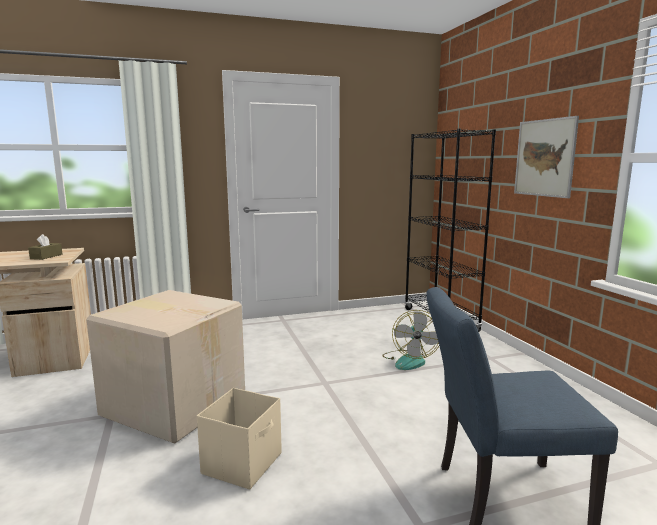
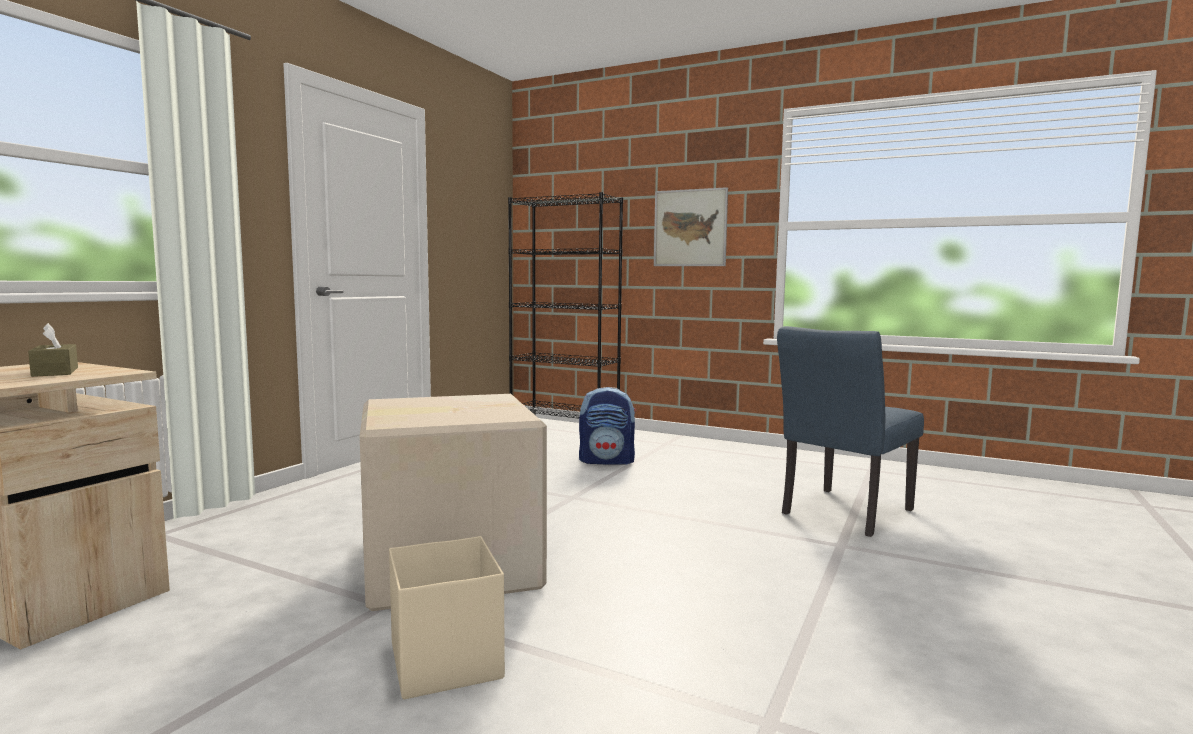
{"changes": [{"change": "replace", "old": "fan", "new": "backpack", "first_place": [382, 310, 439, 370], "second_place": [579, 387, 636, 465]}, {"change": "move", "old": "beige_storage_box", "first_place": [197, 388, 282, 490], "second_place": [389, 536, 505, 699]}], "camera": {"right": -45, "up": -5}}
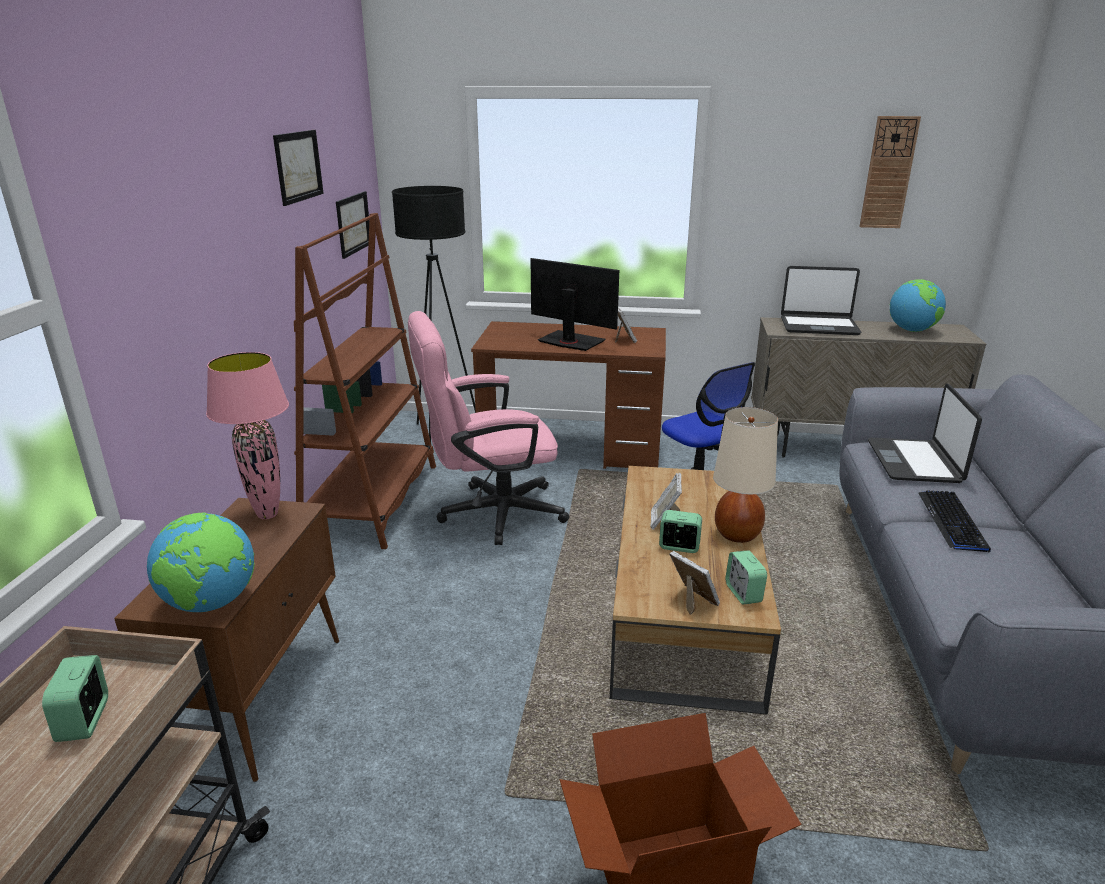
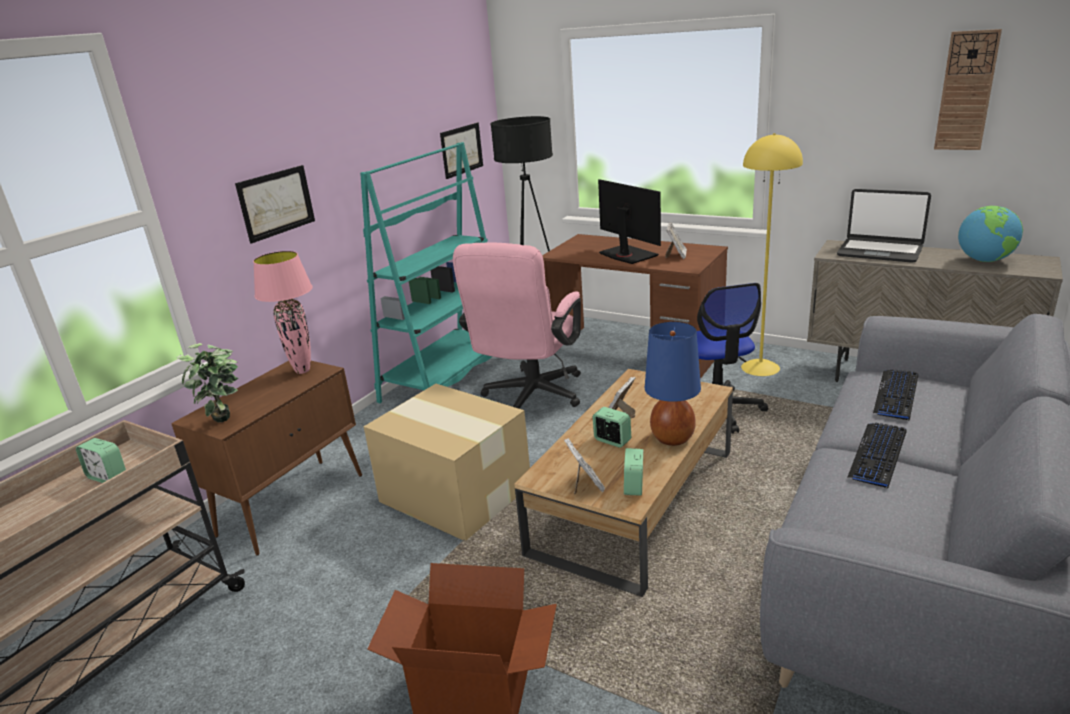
{"changes": [{"change": "move", "old": "picture", "first_place": [273, 130, 324, 206], "second_place": [235, 165, 315, 244]}, {"change": "recolor", "old": "brown_bookcase", "new": "turquoise_bookcase", "first_place": [294, 213, 436, 549], "second_place": [360, 142, 492, 404]}, {"change": "rotate", "old": "pink_office_chair", "first_place": [408, 311, 569, 545], "second_place": [453, 243, 581, 409], "degrees": -75}, {"change": "replace", "old": "laptop", "new": "keyboard", "first_place": [868, 383, 982, 483], "second_place": [873, 369, 918, 421]}, {"change": "recolor", "old": "beige_table_lamp", "new": "blue_table_lamp", "first_place": [713, 407, 778, 543], "second_place": [645, 322, 701, 446]}, {"change": "replace", "old": "globe", "new": "potted_plant", "first_place": [147, 513, 255, 612], "second_place": [176, 343, 239, 422]}, {"change": "rotate", "old": "alarm_clock", "first_place": [42, 655, 108, 742], "second_place": [76, 438, 126, 483], "degrees": -75}, {"change": "insert", "new": "yellow_floor_lamp", "second_place": [741, 133, 803, 376]}, {"change": "insert", "new": "cardboard_box", "second_place": [363, 384, 530, 540]}], "camera": {"right": 25, "up": 0}}
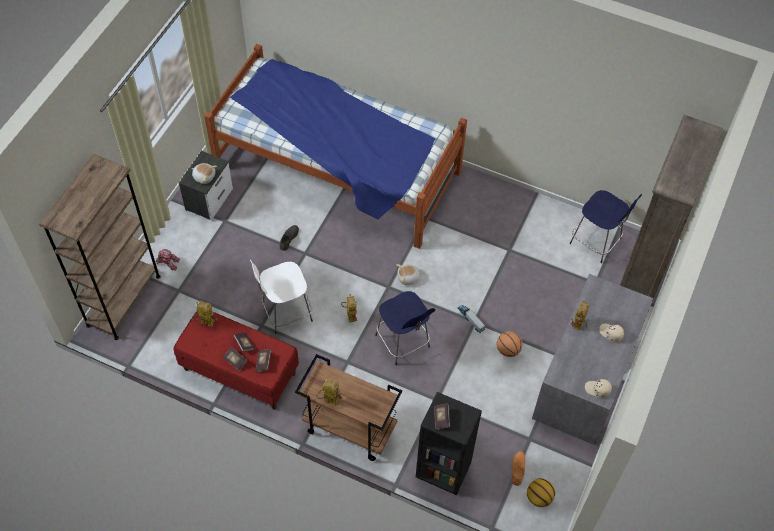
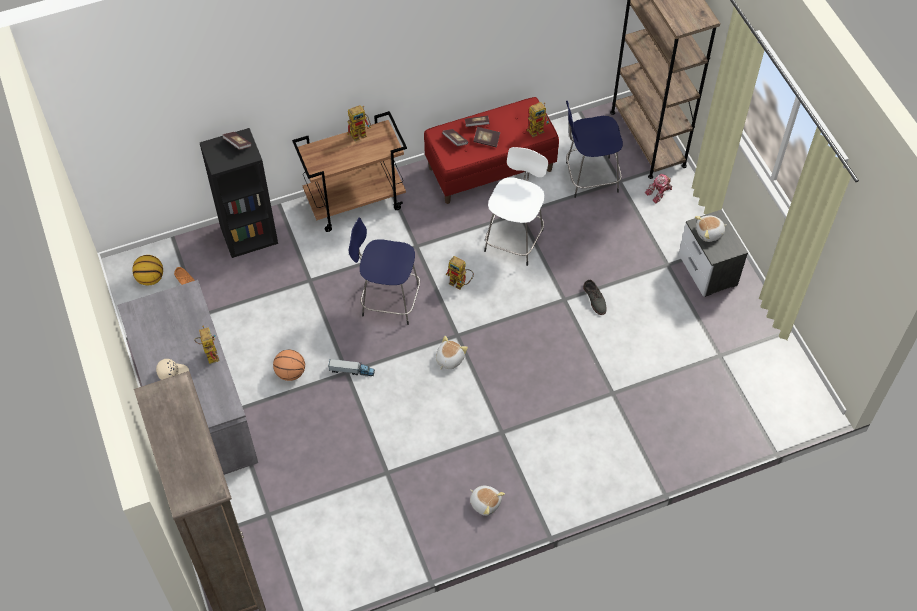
{"changes": [{"change": "delete", "old": "bed", "first_place": [204, 44, 467, 249]}, {"change": "move", "old": "blue_stool", "first_place": [570, 190, 642, 263], "second_place": [566, 101, 623, 198]}, {"change": "delete", "old": "beige_cap", "first_place": [585, 379, 612, 398]}, {"change": "insert", "new": "plush_toy", "second_place": [470, 486, 505, 516]}], "camera": {"right": 135, "up": 0}}
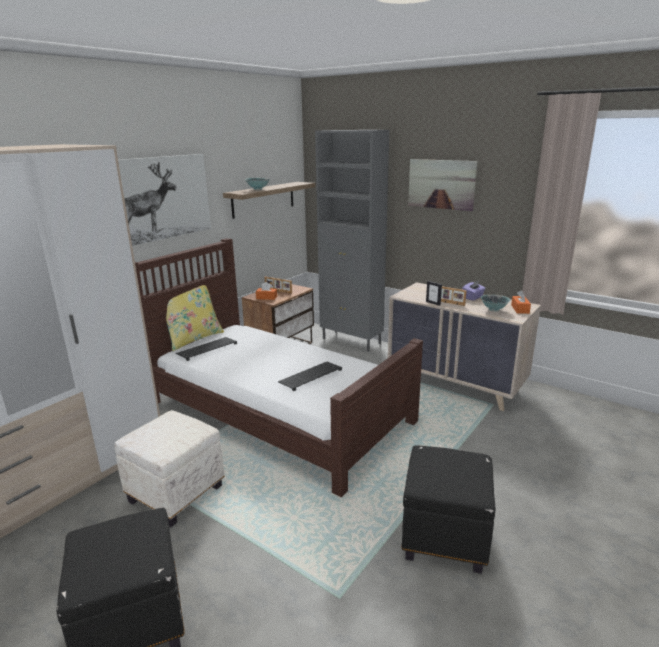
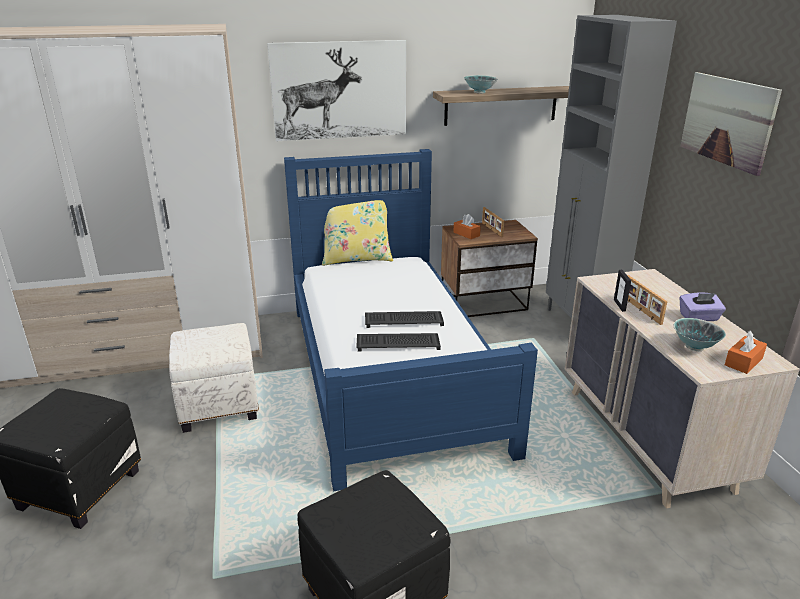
{"changes": [{"change": "recolor", "old": "brown_bed", "new": "blue_bed", "first_place": [135, 238, 423, 498], "second_place": [284, 149, 538, 492]}, {"change": "move", "old": "keyboard", "first_place": [176, 337, 237, 361], "second_place": [365, 311, 444, 328]}], "camera": {"right": 40, "up": 5}}
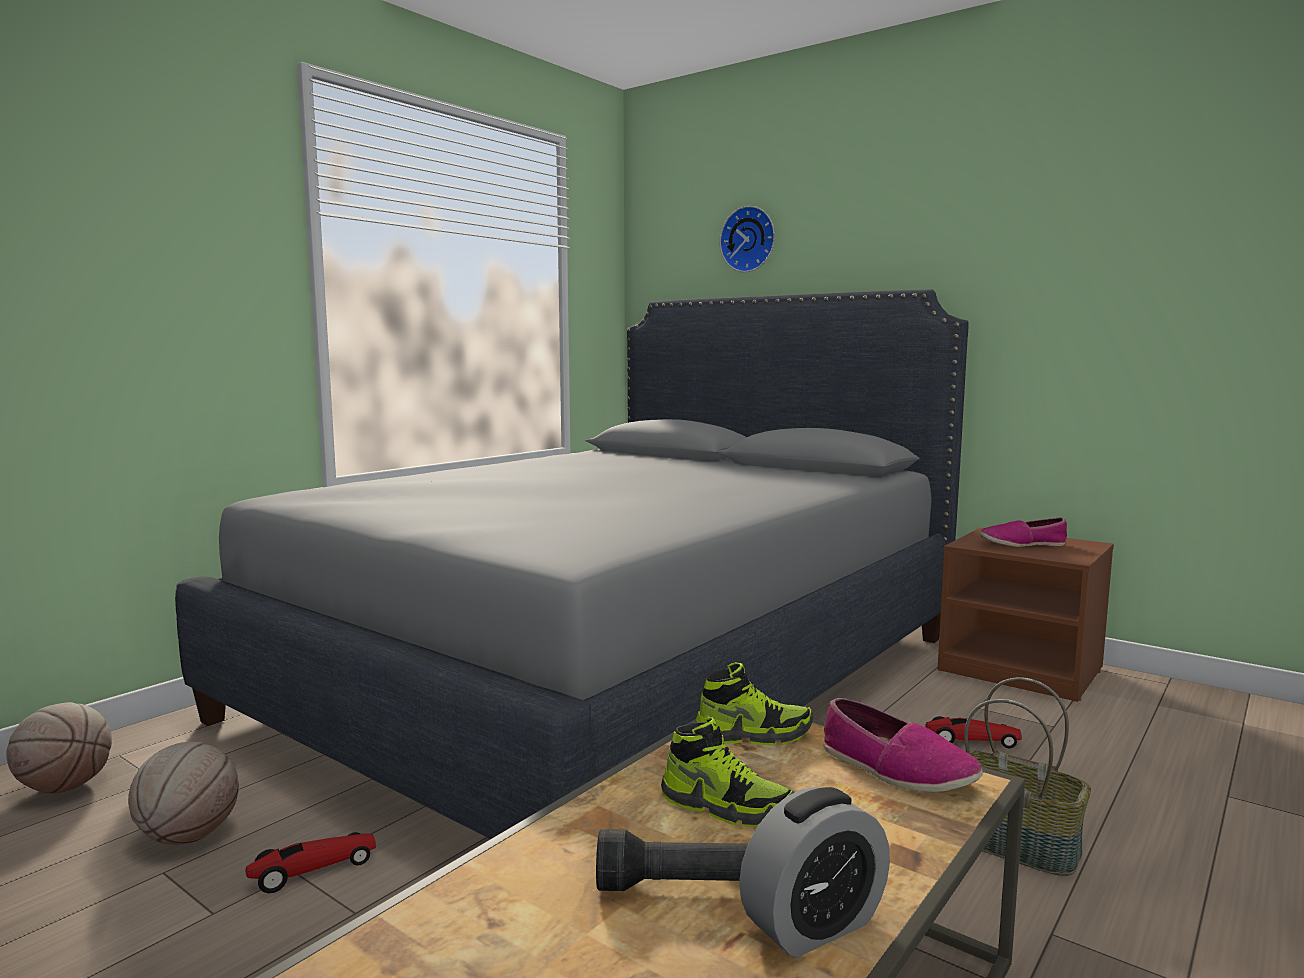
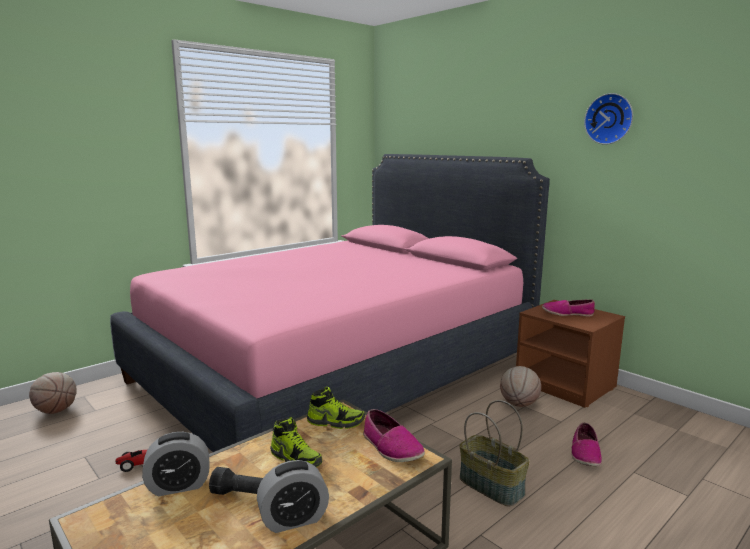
{"changes": [{"change": "move", "old": "wall_clock", "first_place": [720, 206, 775, 272], "second_place": [584, 93, 633, 145]}, {"change": "recolor", "old": "grey_bed", "new": "pink_bed", "first_place": [175, 289, 969, 839], "second_place": [110, 154, 550, 452]}, {"change": "delete", "old": "toy_car", "first_place": [925, 716, 1022, 748]}, {"change": "move", "old": "basketball", "first_place": [128, 742, 239, 845], "second_place": [500, 366, 541, 407]}, {"change": "insert", "new": "shoe", "second_place": [571, 422, 602, 467]}, {"change": "insert", "new": "alarm_clock", "second_place": [142, 432, 210, 496]}], "camera": {"right": 10, "up": 5}}
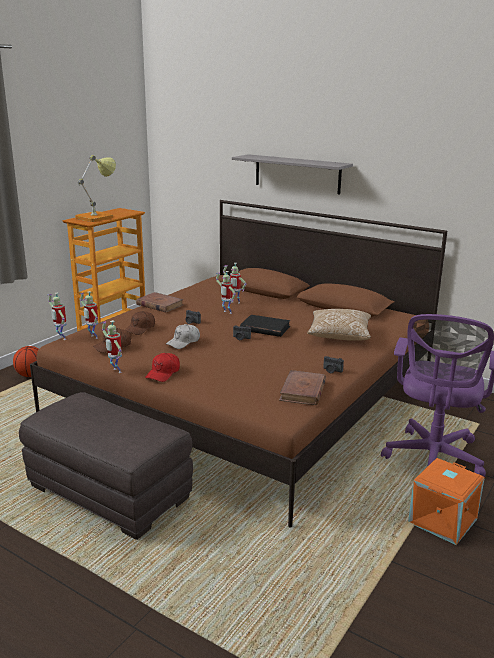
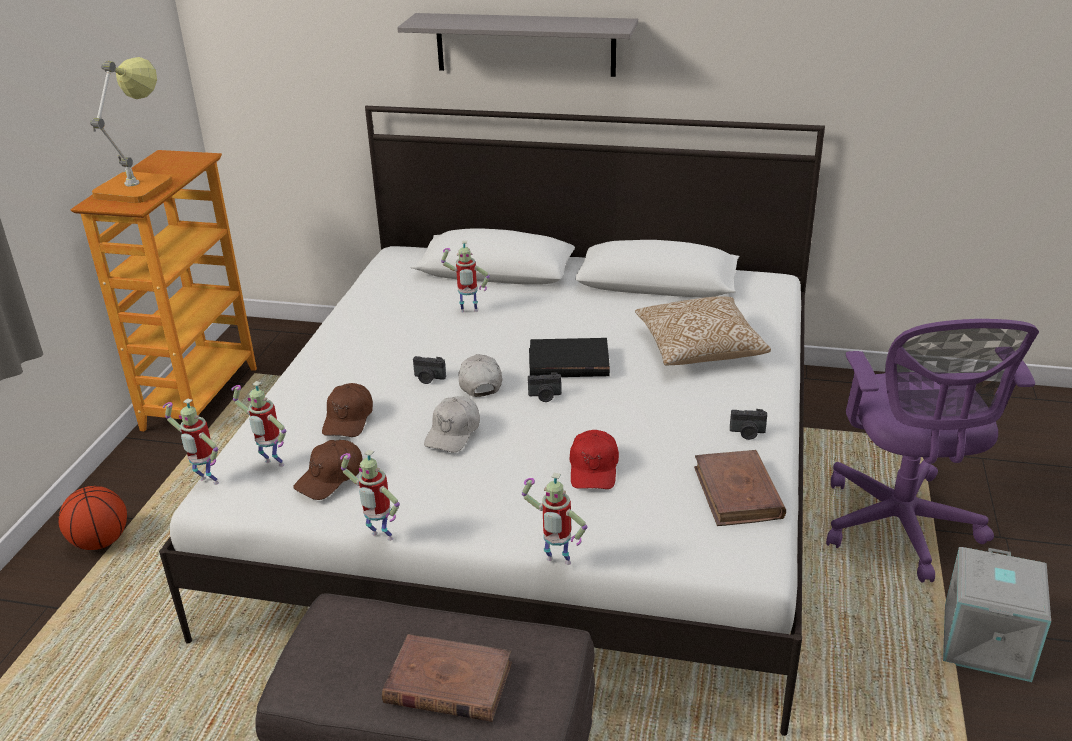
{"changes": [{"change": "recolor", "old": "brown_bed", "new": "white_bed", "first_place": [30, 200, 447, 528], "second_place": [159, 106, 825, 736]}, {"change": "move", "old": "toy_robot", "first_place": [216, 271, 236, 314], "second_place": [522, 473, 587, 565]}, {"change": "move", "old": "brown_book", "first_place": [136, 292, 184, 313], "second_place": [382, 634, 512, 722]}, {"change": "move", "old": "red_cap", "first_place": [145, 353, 180, 382], "second_place": [569, 430, 619, 489]}, {"change": "recolor", "old": "orange_storage_box", "new": "grey_storage_box", "first_place": [408, 458, 485, 545], "second_place": [943, 547, 1051, 682]}, {"change": "insert", "new": "white_cap", "second_place": [458, 354, 503, 397]}], "camera": {"right": -20, "up": 10}}
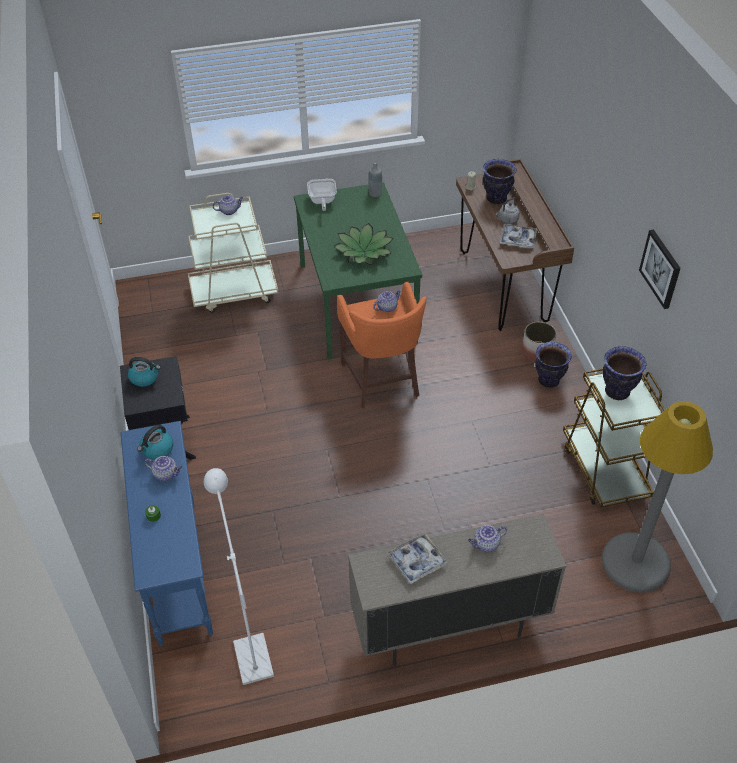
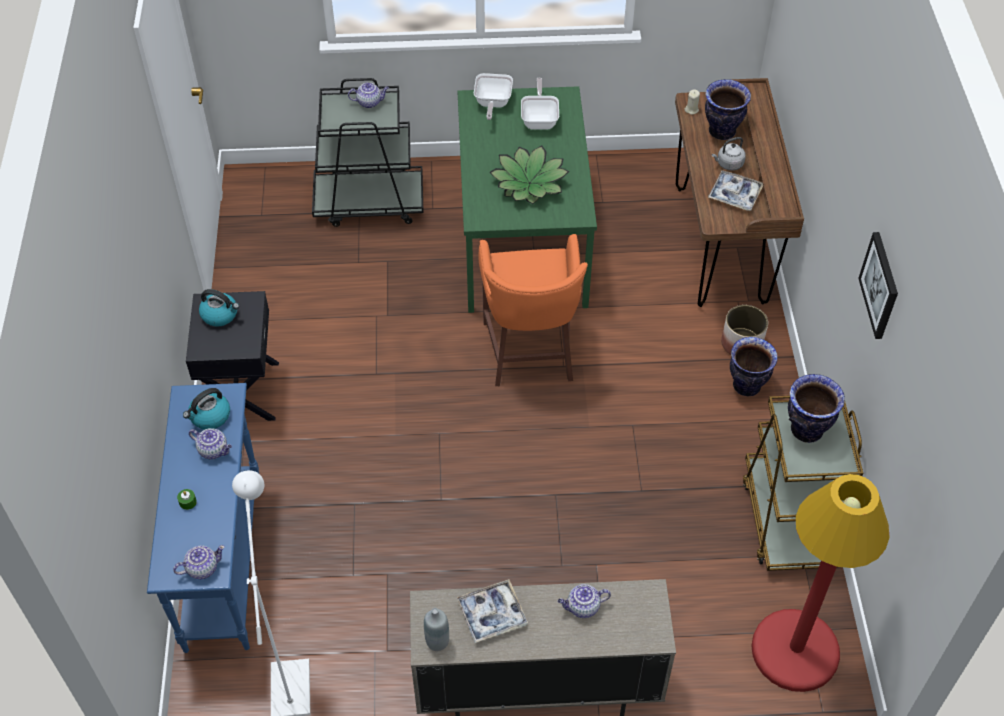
{"changes": [{"change": "move", "old": "grey_bottle", "first_place": [368, 162, 382, 197], "second_place": [424, 608, 449, 651]}, {"change": "recolor", "old": "beige_cart", "new": "black_cart", "first_place": [188, 193, 278, 313], "second_place": [312, 78, 424, 227]}, {"change": "move", "old": "teapot", "first_place": [373, 289, 401, 312], "second_place": [173, 545, 225, 579]}, {"change": "recolor", "old": "grey_floor_lamp", "new": "red_floor_lamp", "first_place": [602, 401, 713, 593], "second_place": [751, 474, 890, 692]}, {"change": "insert", "new": "frying_pan", "second_place": [521, 78, 559, 130]}], "camera": {"right": 10, "up": 5}}
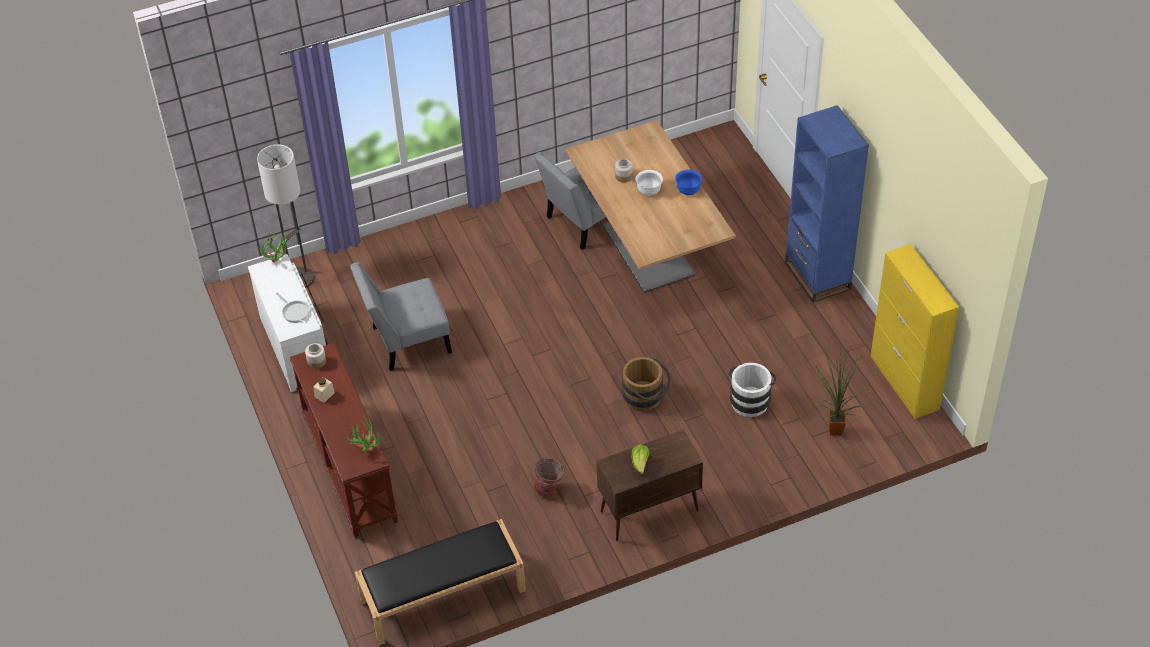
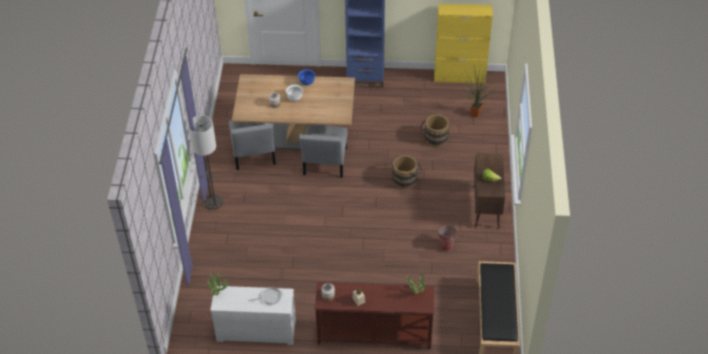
{"changes": [{"change": "move", "old": "floor_lamp", "first_place": [257, 144, 314, 288], "second_place": [188, 115, 223, 210]}, {"change": "move", "old": "grey_chair", "first_place": [350, 262, 452, 371], "second_place": [299, 125, 348, 178]}, {"change": "recolor", "old": "white_bucket", "new": "brown_bucket", "first_place": [728, 363, 777, 417], "second_place": [420, 114, 449, 147]}], "camera": {"right": -65, "up": 0}}
